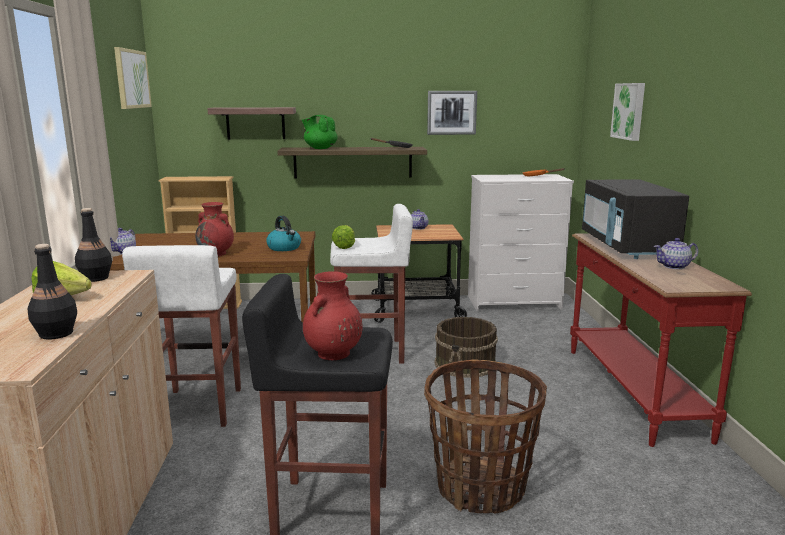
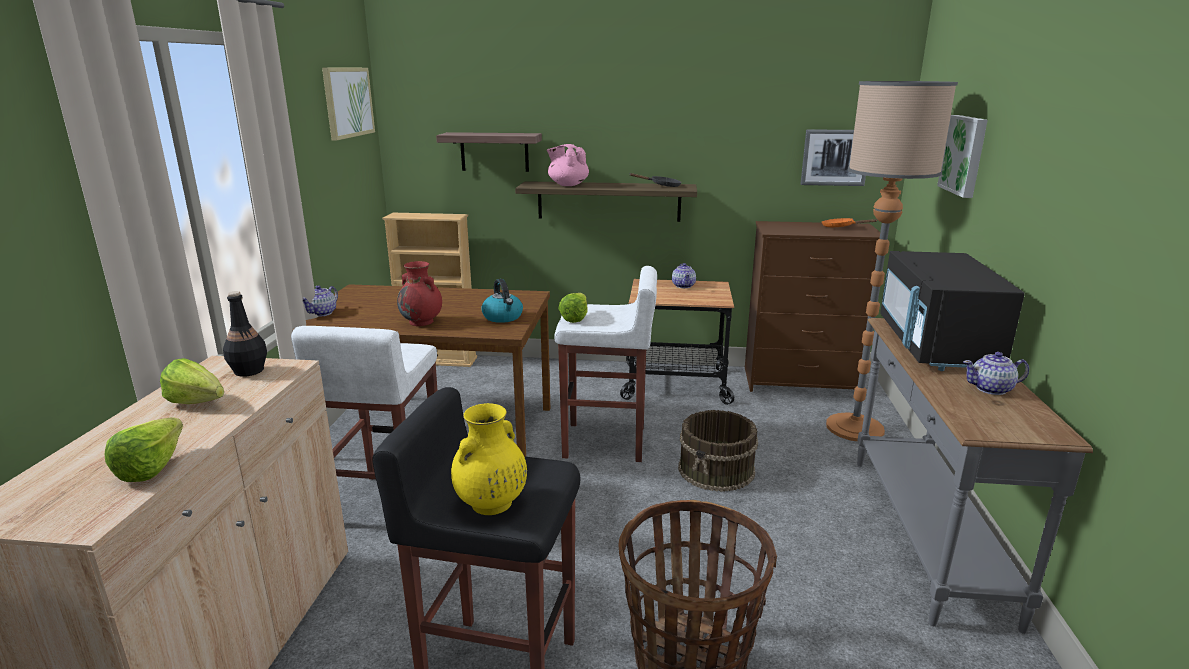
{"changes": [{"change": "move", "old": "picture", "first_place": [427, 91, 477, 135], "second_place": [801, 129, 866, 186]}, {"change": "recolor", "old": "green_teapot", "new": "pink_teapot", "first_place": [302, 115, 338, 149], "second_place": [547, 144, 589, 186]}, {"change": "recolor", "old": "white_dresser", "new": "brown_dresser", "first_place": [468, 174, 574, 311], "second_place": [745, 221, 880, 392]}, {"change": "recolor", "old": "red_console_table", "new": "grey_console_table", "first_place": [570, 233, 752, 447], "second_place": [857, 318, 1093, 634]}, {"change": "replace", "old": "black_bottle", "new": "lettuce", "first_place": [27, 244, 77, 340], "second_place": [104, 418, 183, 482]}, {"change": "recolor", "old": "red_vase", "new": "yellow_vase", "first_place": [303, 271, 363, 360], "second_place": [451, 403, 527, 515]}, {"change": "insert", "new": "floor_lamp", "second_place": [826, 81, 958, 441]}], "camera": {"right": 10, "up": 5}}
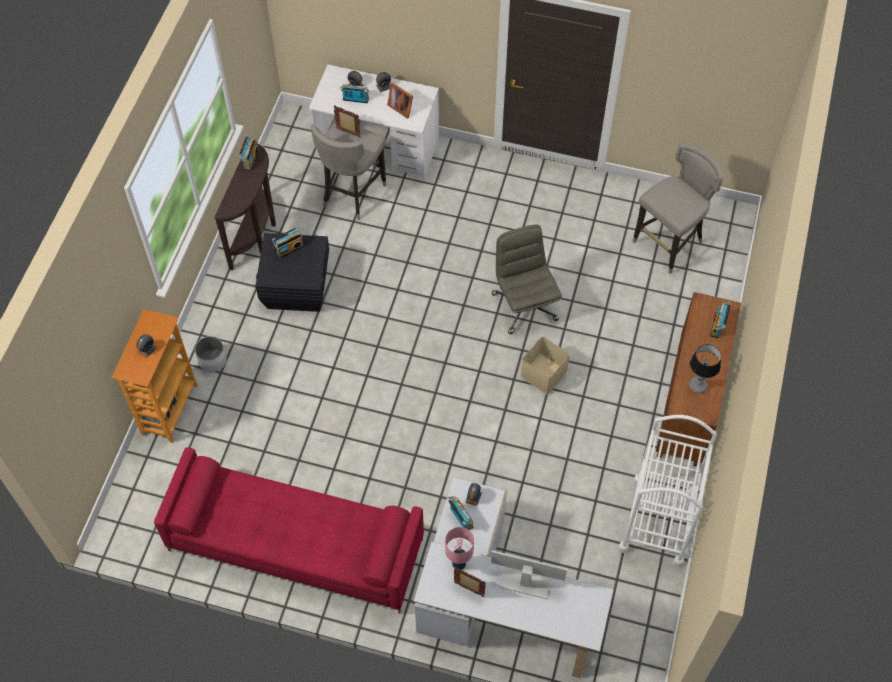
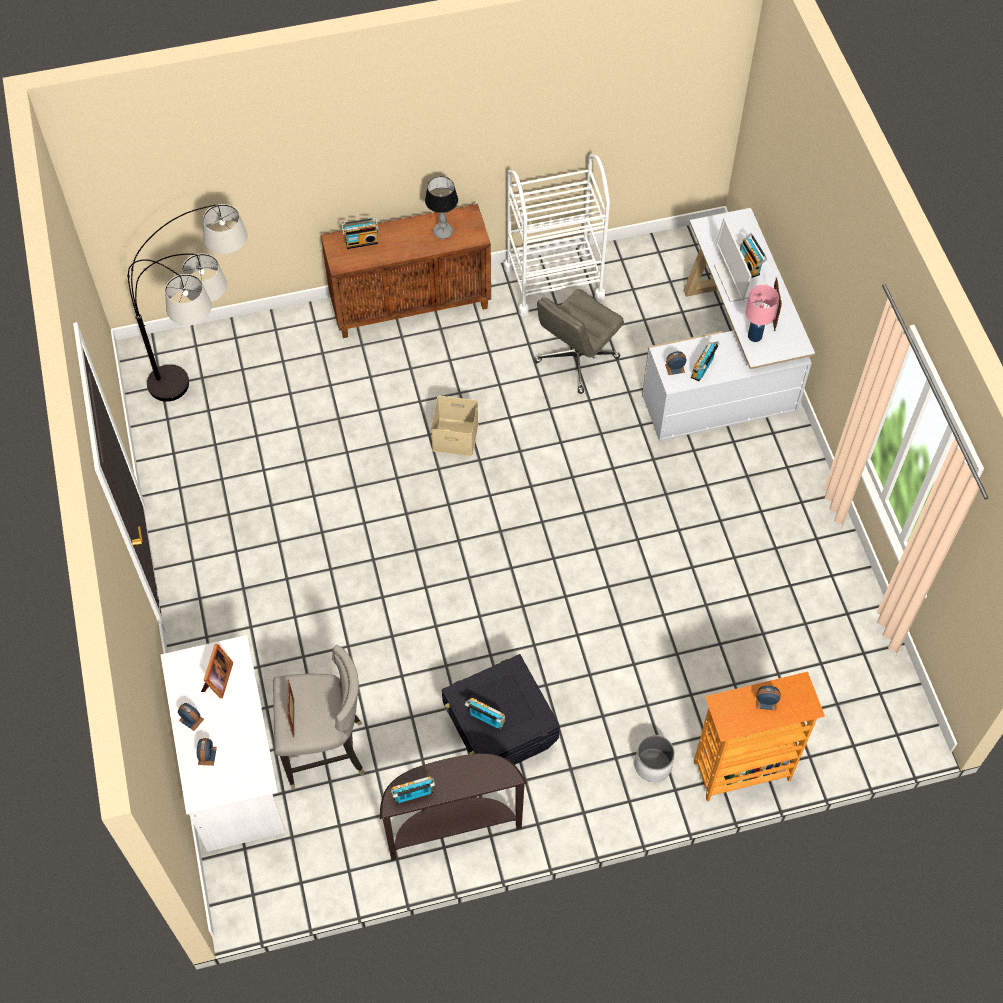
{"changes": [{"change": "move", "old": "radio", "first_place": [340, 84, 369, 103], "second_place": [740, 233, 767, 278]}, {"change": "replace", "old": "grey_stool", "new": "floor_lamp", "first_place": [633, 144, 723, 274], "second_place": [127, 204, 248, 402]}, {"change": "move", "old": "grey_office_chair", "first_place": [492, 225, 562, 334], "second_place": [534, 289, 624, 394]}, {"change": "delete", "old": "red_sofa", "first_place": [154, 447, 424, 614]}], "camera": {"right": -120, "up": 0}}
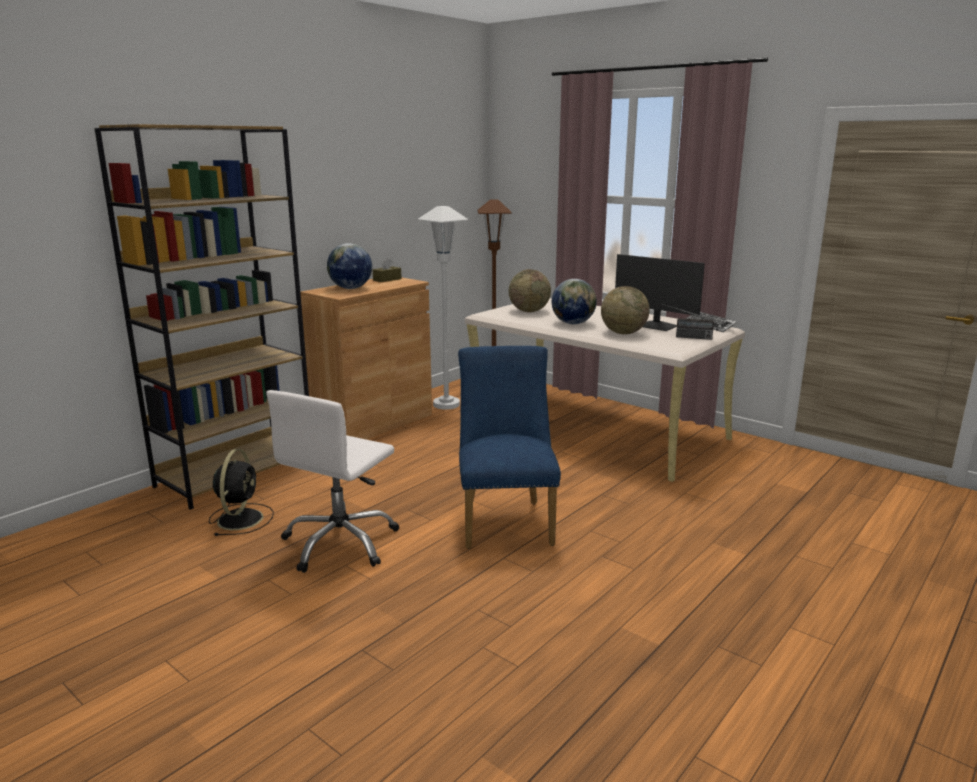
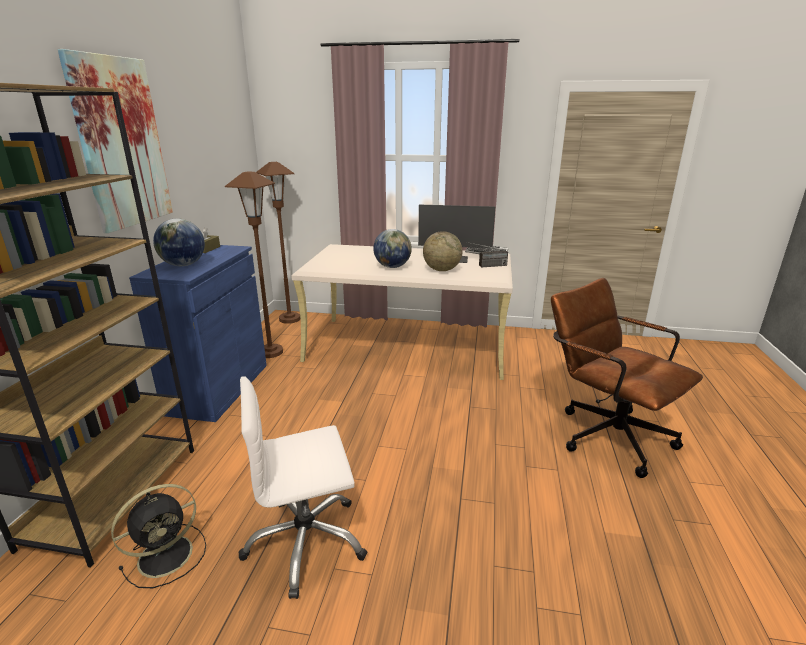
{"changes": [{"change": "recolor", "old": "white_floor_lamp", "new": "brown_floor_lamp", "first_place": [417, 206, 469, 410], "second_place": [225, 171, 283, 358]}, {"change": "delete", "old": "globe", "first_place": [509, 269, 551, 312]}, {"change": "recolor", "old": "brown_cabinet", "new": "blue_cabinet", "first_place": [300, 277, 432, 440], "second_place": [129, 245, 267, 422]}, {"change": "delete", "old": "blue_chair", "first_place": [458, 346, 561, 549]}, {"change": "rotate", "old": "white_office_chair", "first_place": [266, 390, 400, 573], "second_place": [239, 376, 367, 599], "degrees": 75}, {"change": "rotate", "old": "black_fan", "first_place": [209, 449, 274, 536], "second_place": [111, 484, 206, 588], "degrees": 75}, {"change": "insert", "new": "picture", "second_place": [57, 49, 173, 233]}, {"change": "insert", "new": "brown_office_chair", "second_place": [551, 278, 703, 478]}], "camera": {"right": -30, "up": 5}}
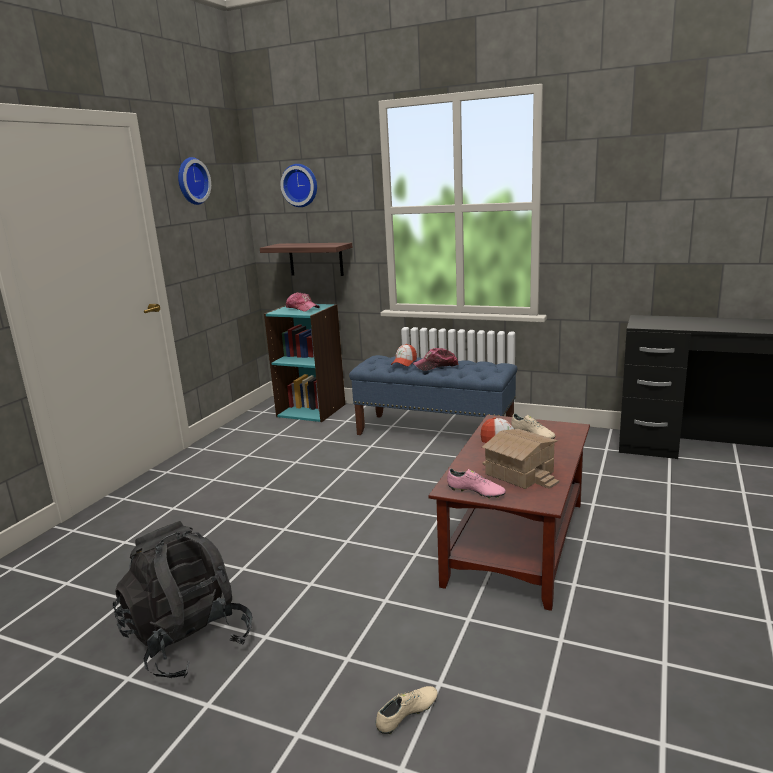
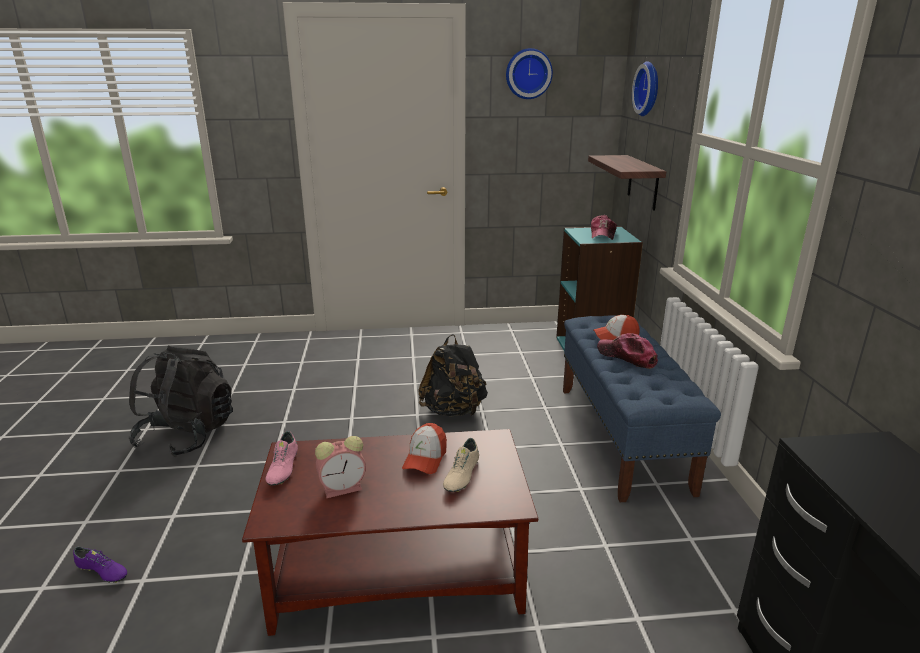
{"changes": [{"change": "replace", "old": "toy_house", "new": "alarm_clock", "first_place": [482, 429, 559, 489], "second_place": [315, 436, 366, 498]}, {"change": "recolor", "old": "beige_shoe", "new": "purple_shoe", "first_place": [376, 686, 438, 734], "second_place": [73, 546, 127, 583]}, {"change": "insert", "new": "black_backpack", "second_place": [418, 334, 488, 416]}], "camera": {"right": 60, "up": 5}}
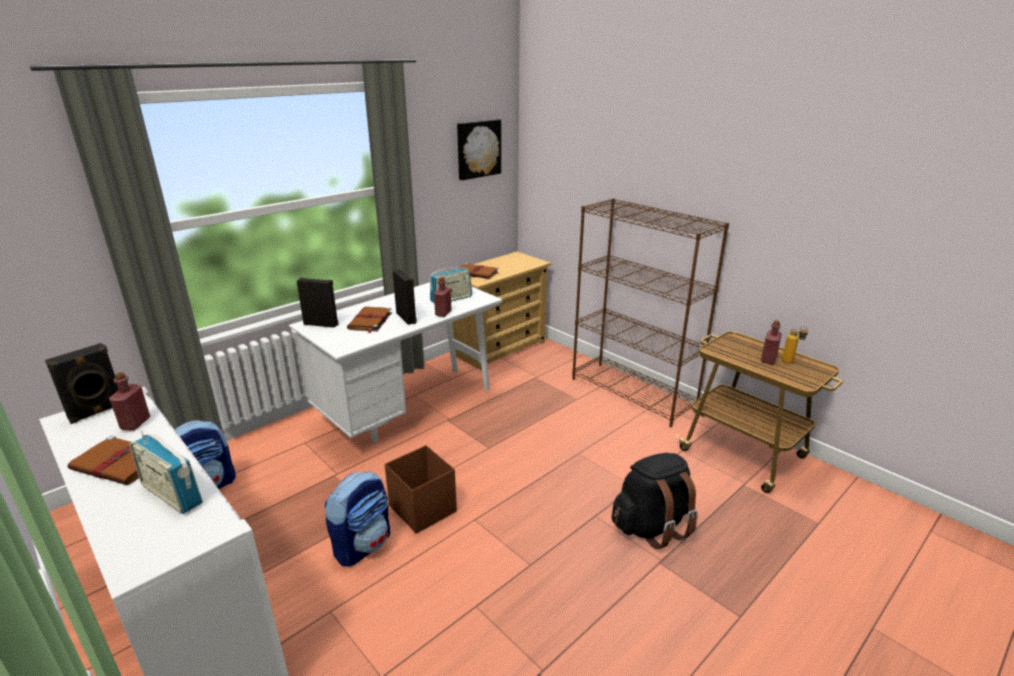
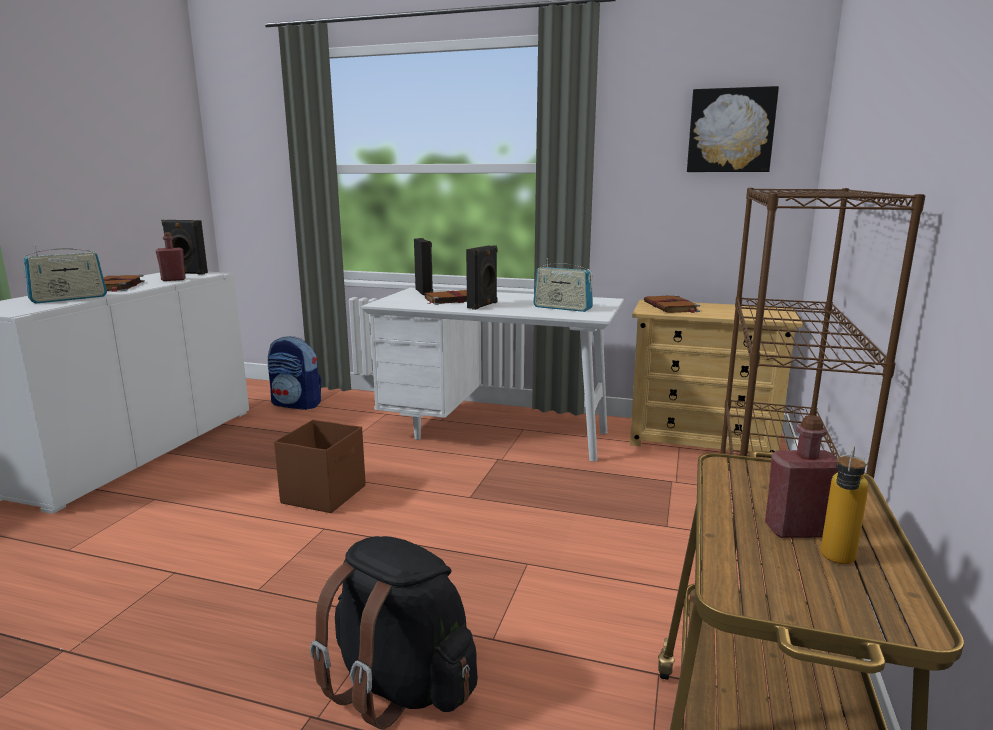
{"changes": [{"change": "delete", "old": "red_bottle", "first_place": [434, 277, 451, 317]}, {"change": "rotate", "old": "radio", "first_place": [129, 430, 203, 514], "second_place": [22, 245, 107, 303], "degrees": -135}, {"change": "delete", "old": "backpack", "first_place": [325, 471, 390, 566]}], "camera": {"right": 60, "up": -10}}
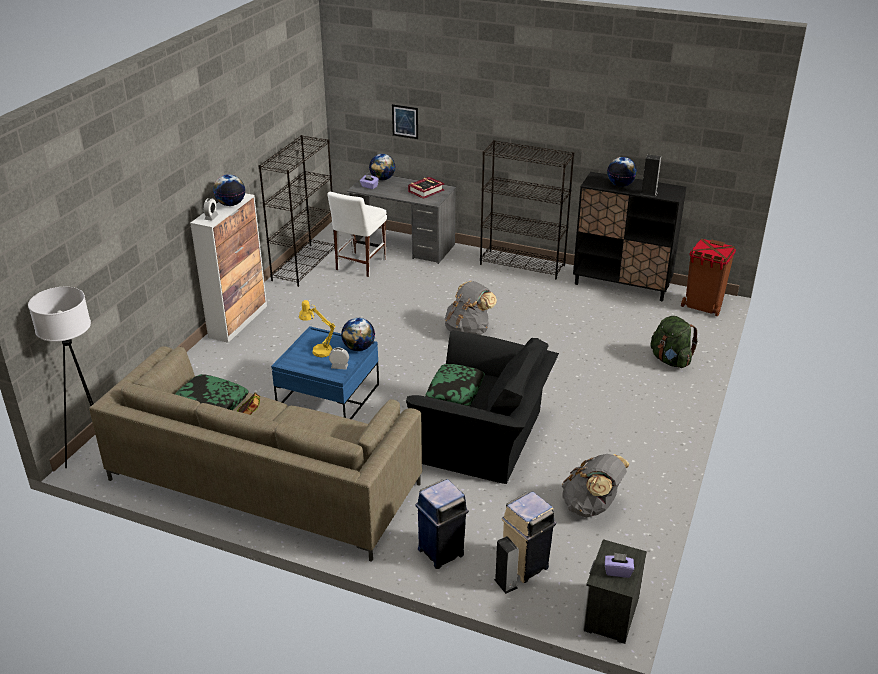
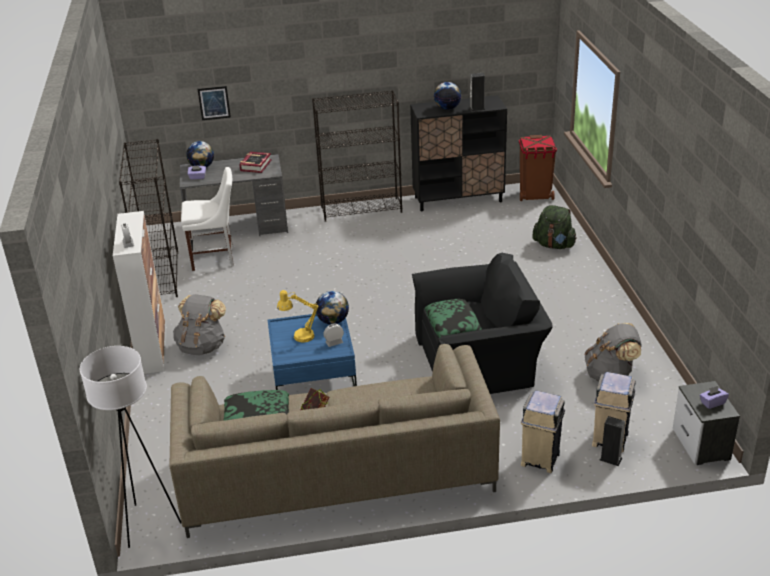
{"changes": [{"change": "delete", "old": "globe", "first_place": [213, 174, 245, 206]}, {"change": "rotate", "old": "white_chair", "first_place": [327, 192, 387, 277], "second_place": [181, 167, 234, 271], "degrees": -90}, {"change": "move", "old": "grey_backpack", "first_place": [445, 281, 497, 335], "second_place": [173, 294, 226, 356]}, {"change": "recolor", "old": "blue_trash_can", "new": "beige_trash_can", "first_place": [415, 479, 469, 569], "second_place": [521, 390, 565, 473]}], "camera": {"right": -30, "up": 0}}
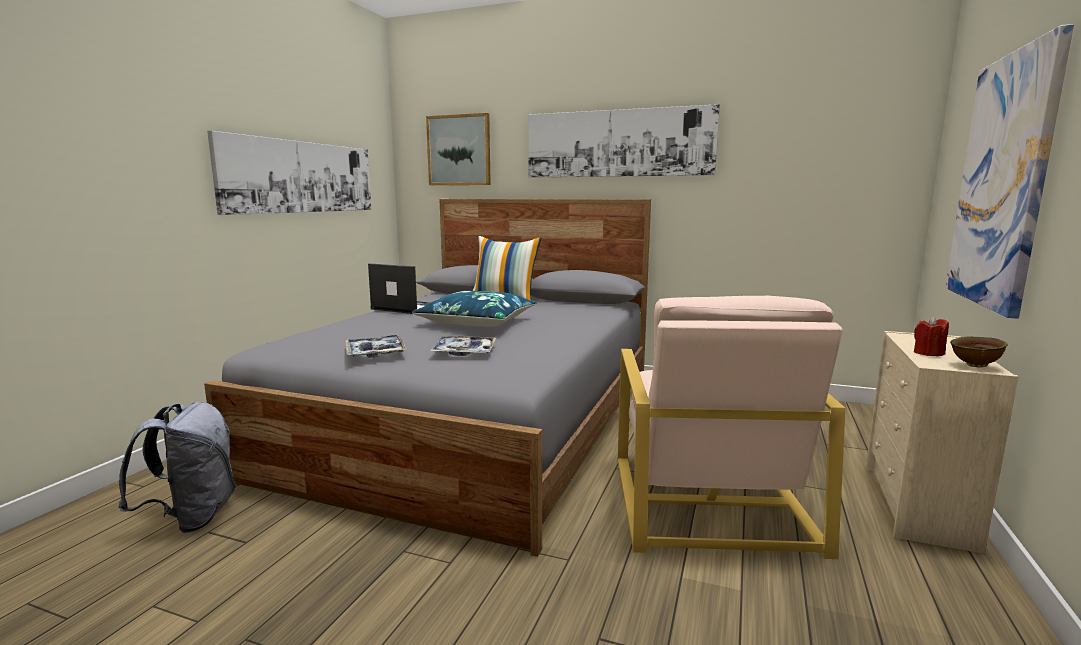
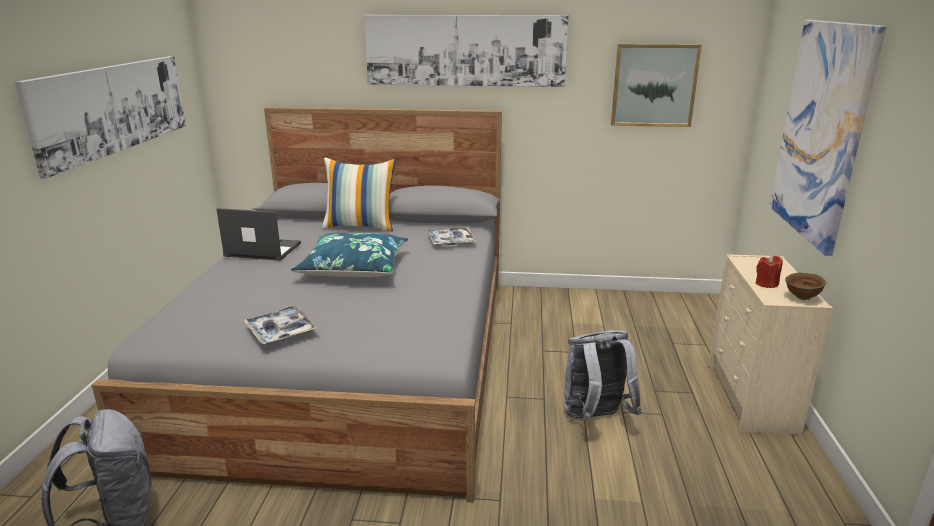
{"changes": [{"change": "move", "old": "picture", "first_place": [426, 113, 491, 185], "second_place": [611, 44, 702, 127]}, {"change": "replace", "old": "beige_armchair", "new": "grey_backpack", "first_place": [617, 296, 845, 559], "second_place": [564, 330, 642, 422]}, {"change": "move", "old": "tray", "first_place": [430, 336, 496, 356], "second_place": [427, 227, 477, 245]}], "camera": {"right": -15, "up": 10}}
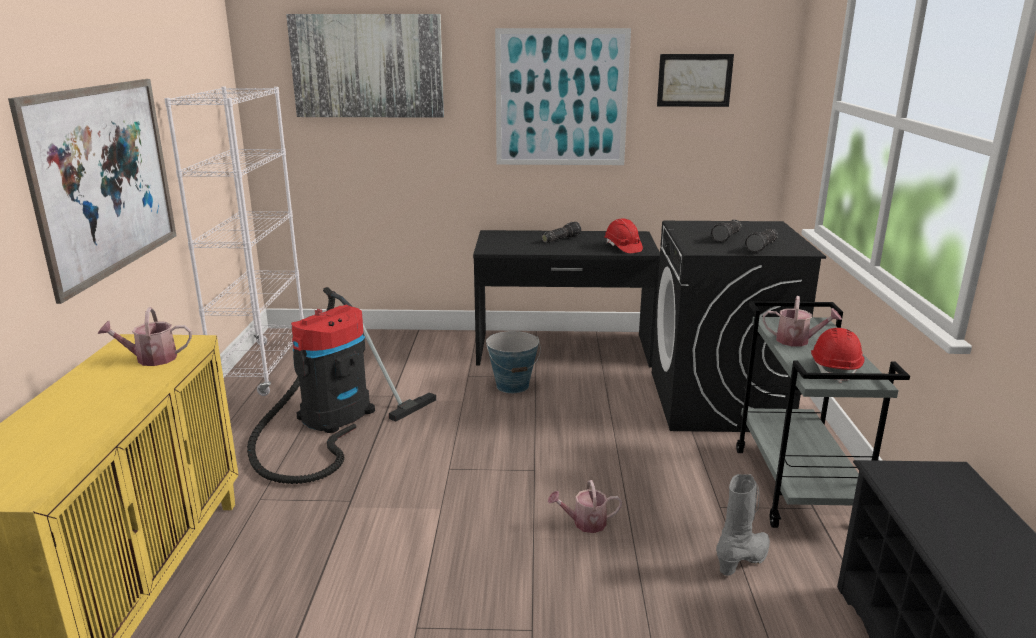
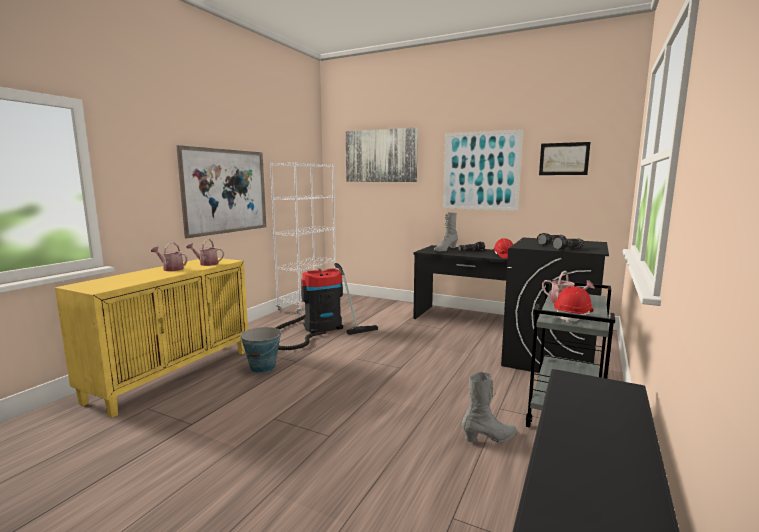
{"changes": [{"change": "move", "old": "bucket", "first_place": [486, 331, 541, 393], "second_place": [240, 327, 281, 373]}, {"change": "move", "old": "watering_can", "first_place": [548, 480, 622, 533], "second_place": [151, 242, 188, 271]}, {"change": "insert", "new": "grey_boot", "second_place": [433, 213, 458, 251]}], "camera": {"right": 25, "up": -10}}
